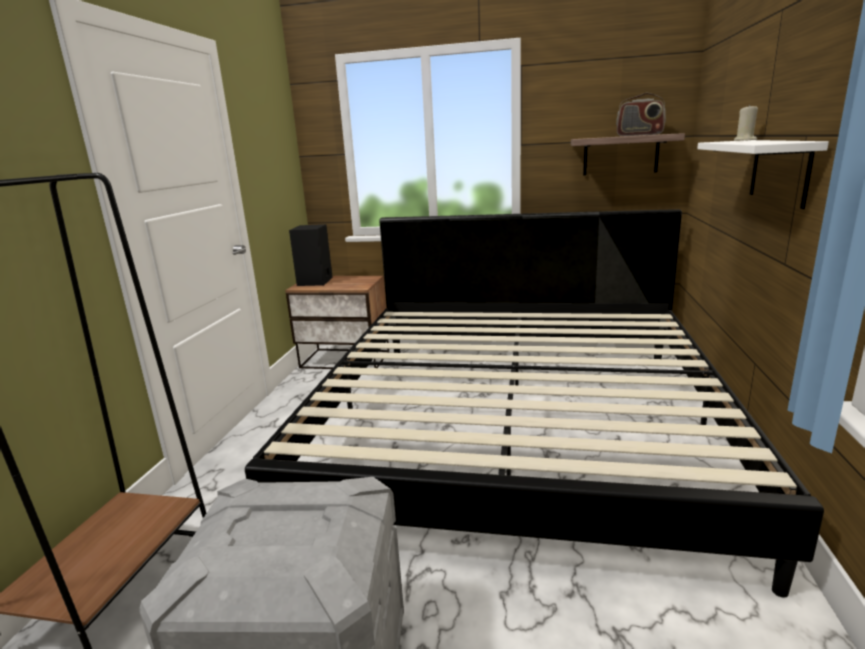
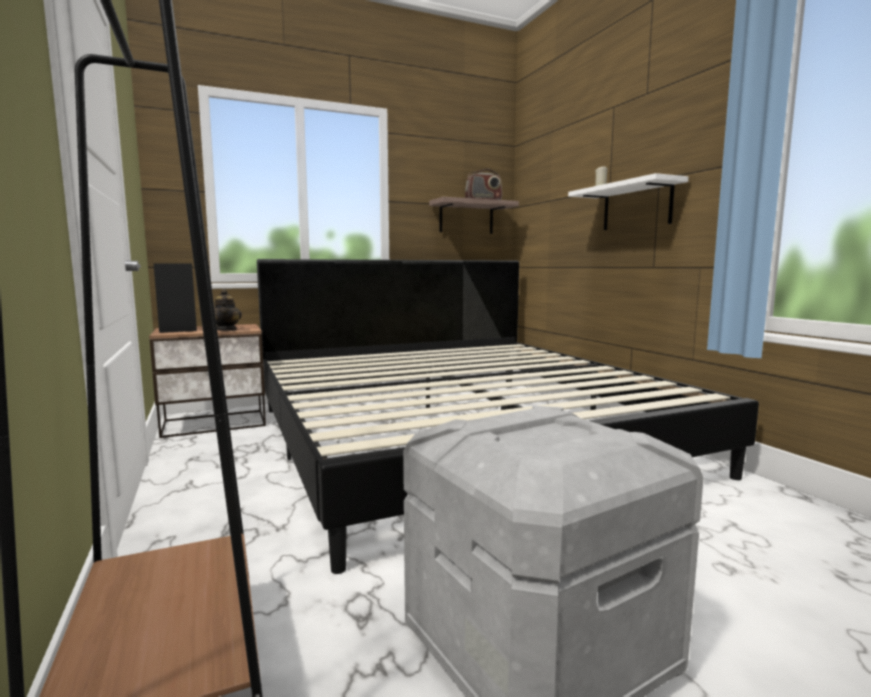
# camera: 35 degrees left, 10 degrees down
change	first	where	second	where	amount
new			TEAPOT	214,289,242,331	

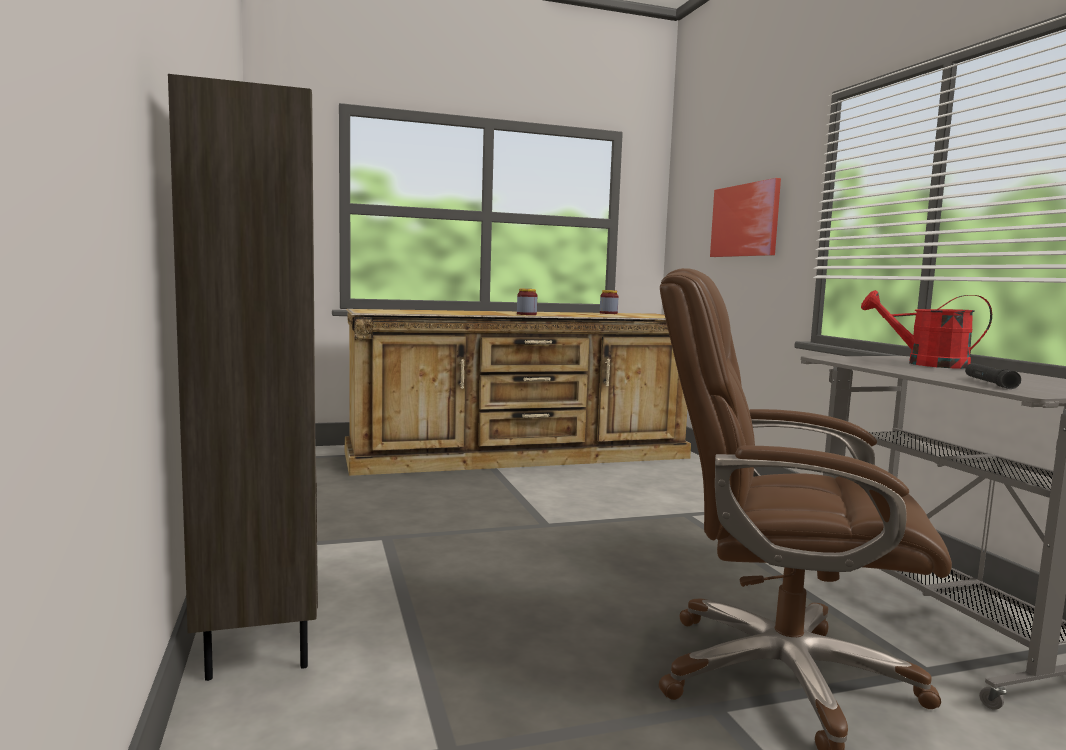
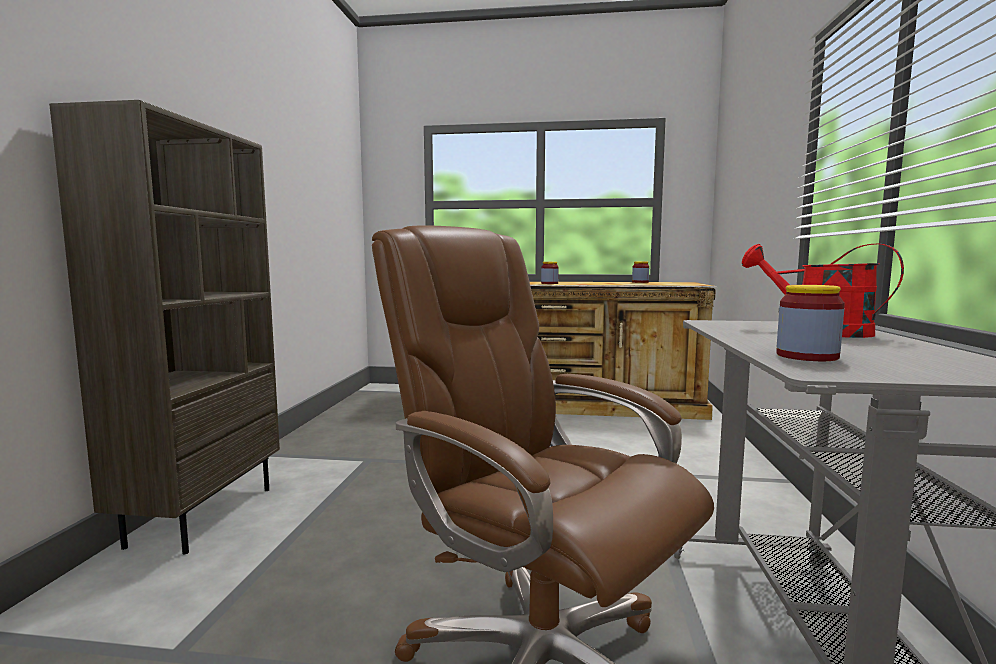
# camera: 25 degrees right, 0 degrees up
change	first	where	second	where	amount
gone	WALL ART	710,178,781,257			
swapped	BLACK-COLOURED HAND TORCH	965,363,1021,389	PRESERVE JAR	776,285,845,361	

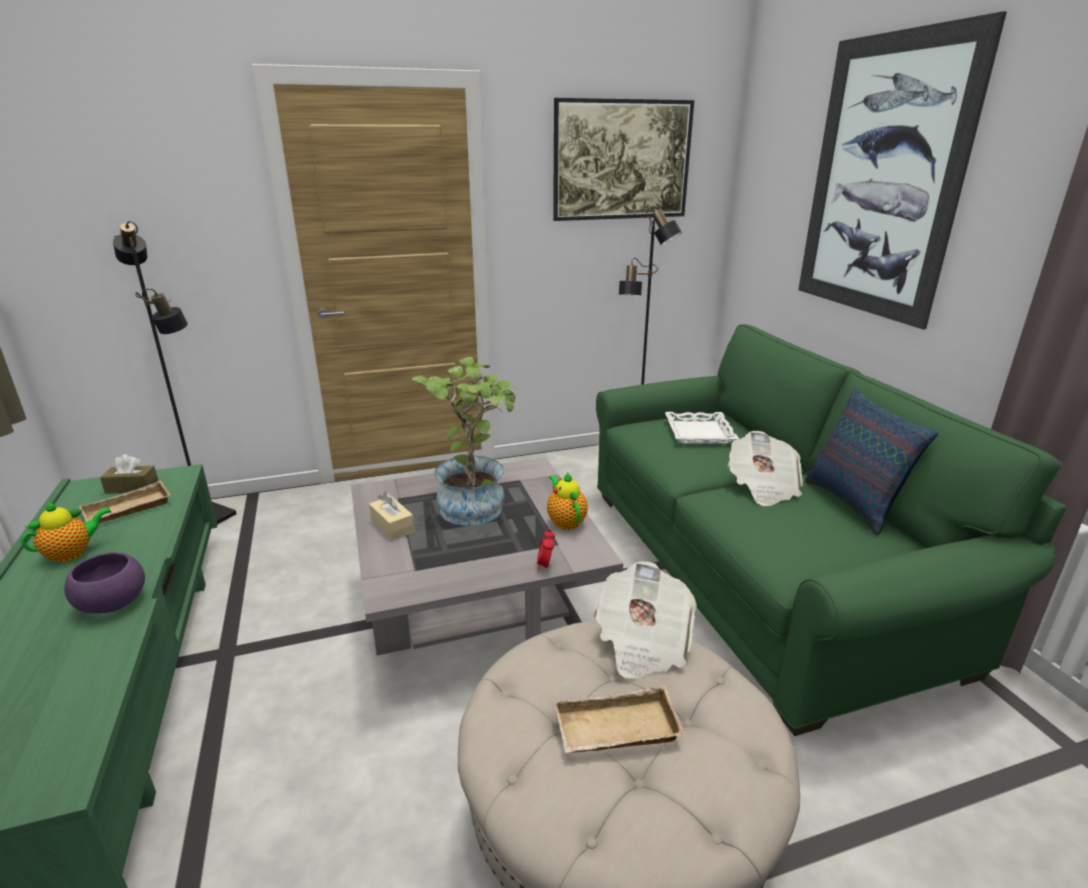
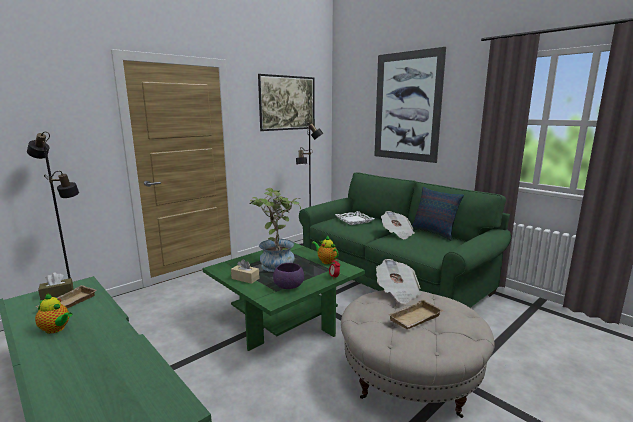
# camera: 25 degrees left, 10 degrees down
change	first	where	second	where	amount
rotated	TEAPOT	21,501,111,563		35,294,72,334	90 degrees clockwise
shifted	PURPLE BOWL	64,552,145,613		273,263,304,289	
repainted	GRAY LOUNGE TABLE	351,457,623,656	GREEN LOUNGE TABLE	202,243,365,351	

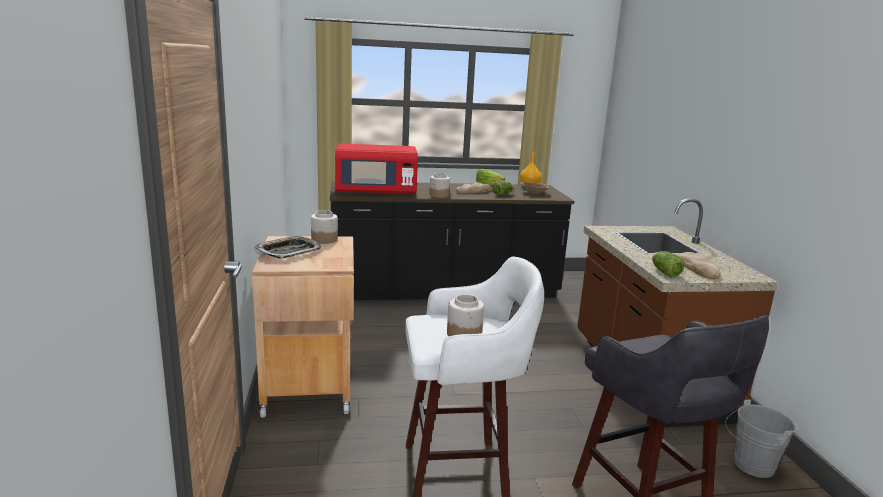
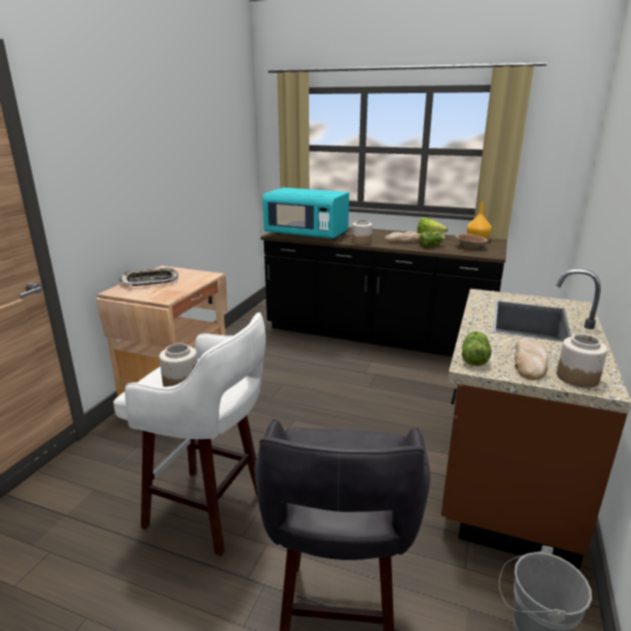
# camera: 30 degrees right, 5 degrees up
change	first	where	second	where	amount
shifted	PRESERVE JAR	311,210,338,244		557,334,608,387	
repainted	REDDISH MICROWAVE	335,143,418,196	BLUE-GREEN MICROWAVE	263,187,349,241	

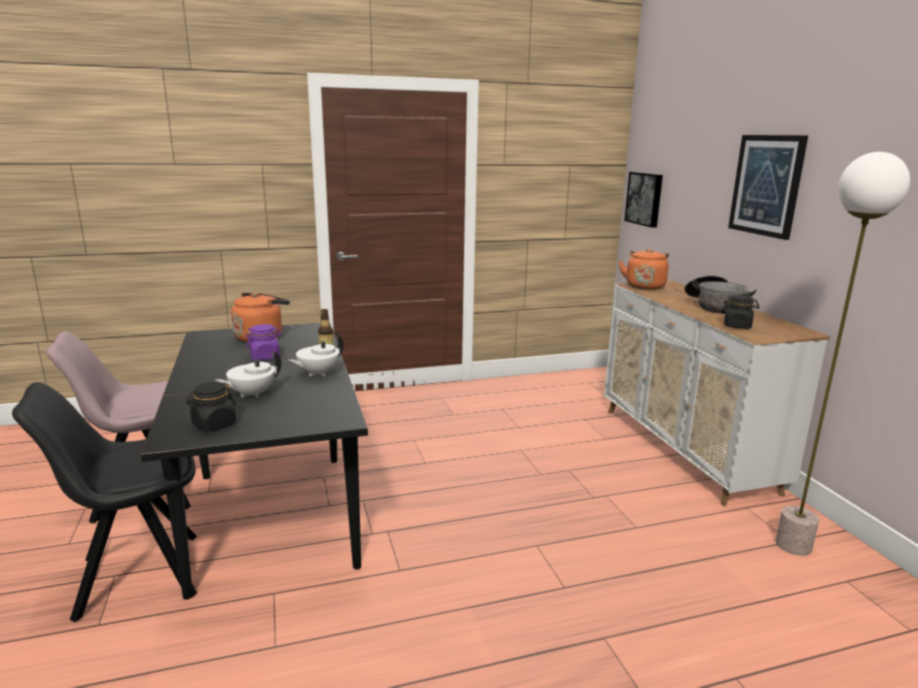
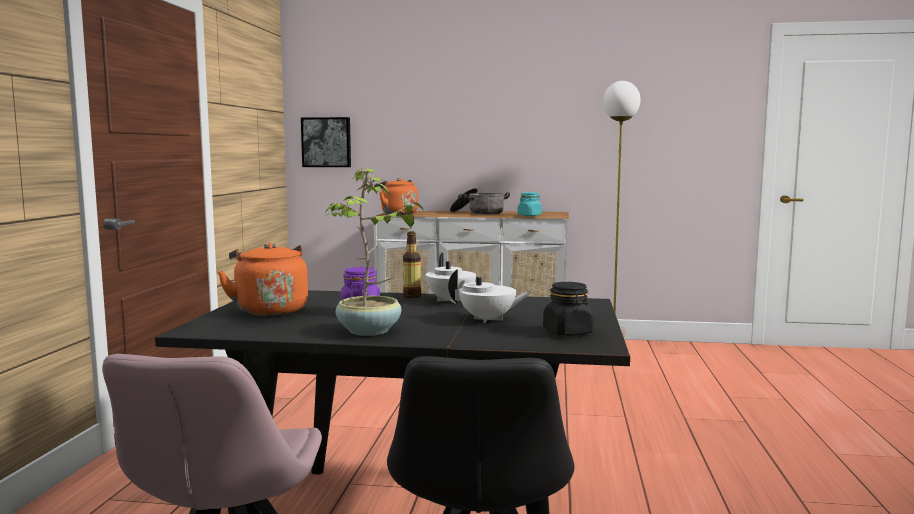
# camera: 65 degrees left, 10 degrees down
change	first	where	second	where	amount
rotated	WHITE-COLOURED TEAPOT	215,351,282,398		448,269,532,323	60 degrees counterclockwise
repainted	BLACK-COLOURED PRESERVE JAR	721,295,759,329	BLUE-GREEN PRESERVE JAR	518,192,542,216	
gone	WALL ART	728,135,808,240			
new			PLANT IN A POT	324,168,423,336	

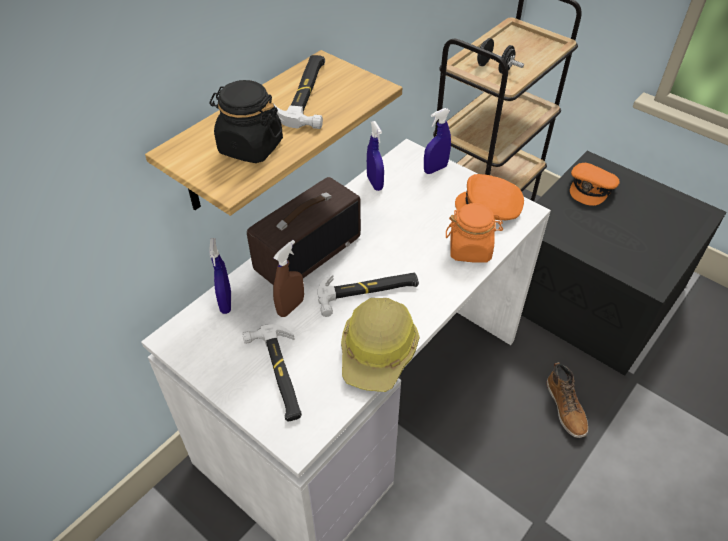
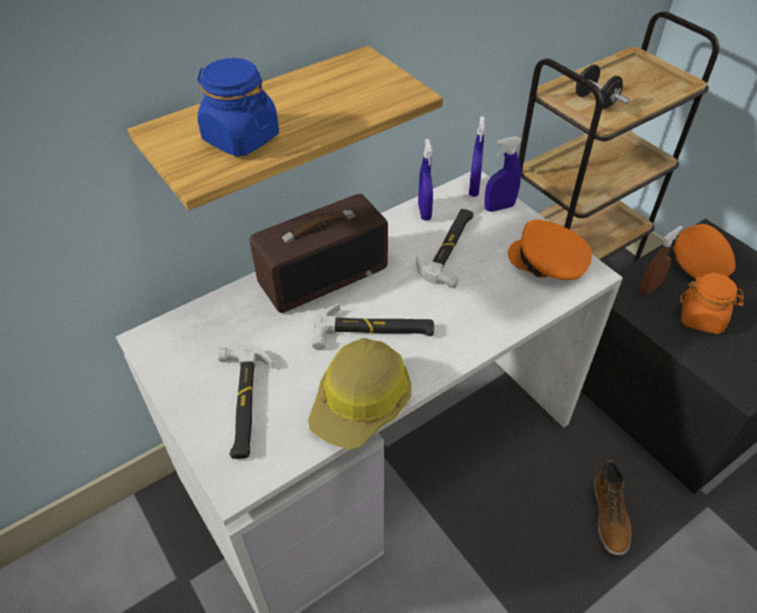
# camera: 15 degrees right, 0 degrees up
change	first	where	second	where	amount
repainted	BLACK-COLOURED PRESERVE JAR	209,80,283,163	BLUE PRESERVE JAR	198,58,279,156	
shifted	BLUE HAND SPRAYER	209,238,231,314		469,116,485,197	
shifted	BROWNISH HAND SPRAYER	273,240,304,317		639,226,683,295	
shifted	HAMMER	274,55,325,129		416,209,474,288	
shifted	ORANGE PRESERVE JAR	446,203,503,263		680,273,744,334	
rotated	ORANGE CAP	570,163,620,206		673,224,735,279	135 degrees clockwise

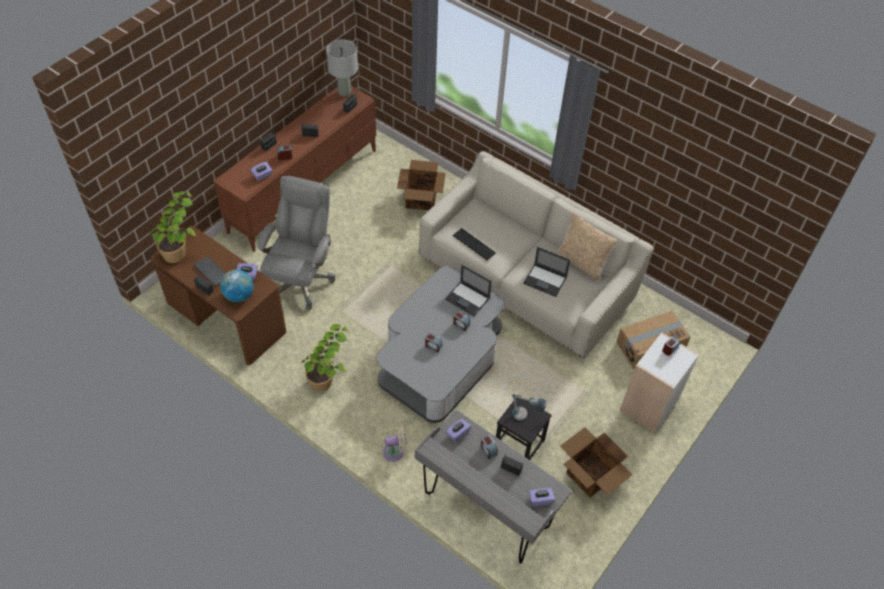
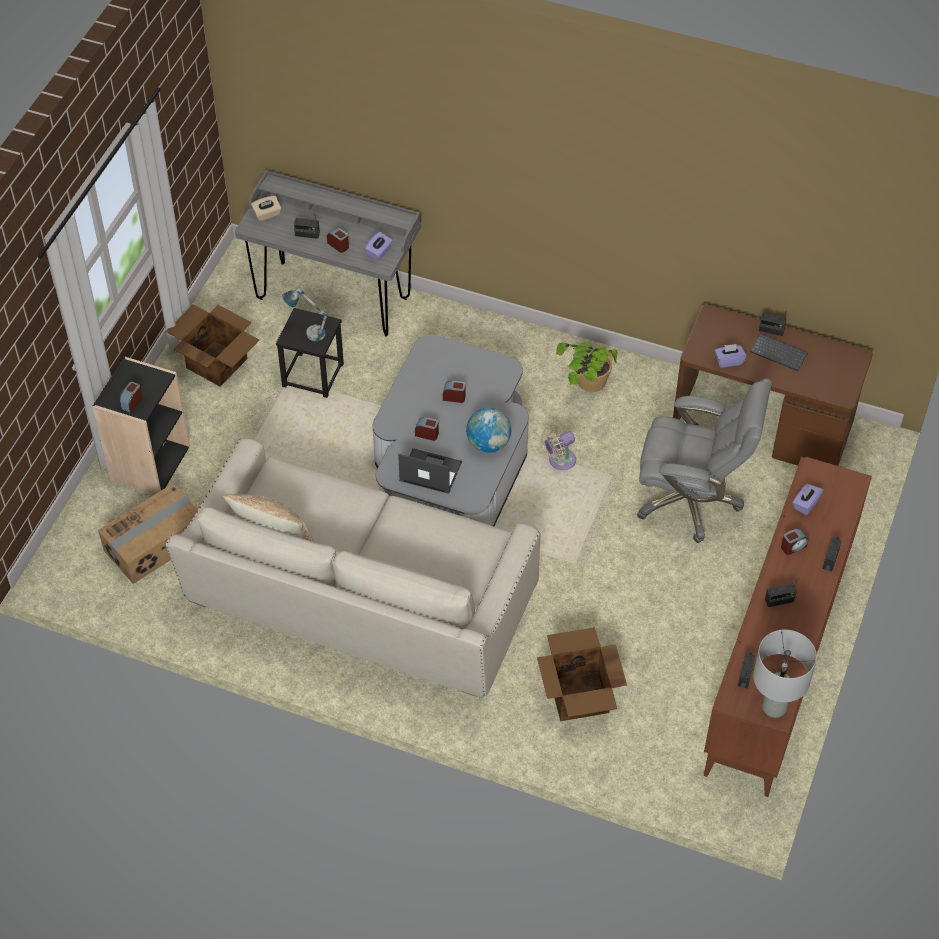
# camera: 165 degrees right, 0 degrees up
change	first	where	second	where	amount
gone	PLANT IN A POT	150,191,197,263			
shifted	WORLD GLOBE	220,269,254,302		466,408,511,453	
rotated	GRAY COMPUTER CHAIR	258,176,335,310		637,379,772,543	75 degrees counterclockwise
shifted	BEIGE ELECTRIC FAN	383,426,408,462		541,428,576,470	
gone	COMPUTER KEYBOARD	453,228,496,260			
gone	PORTABLE COMPUTER	523,247,570,297			
repainted	PURPLE TISSUE HOLDER	529,488,555,506	BEIGE TISSUE HOLDER	251,196,281,221	
repainted	WHITE-COLOURED SHELVING UNIT	619,332,699,433	BLACK-COLOURED SHELVING UNIT	92,356,190,494	

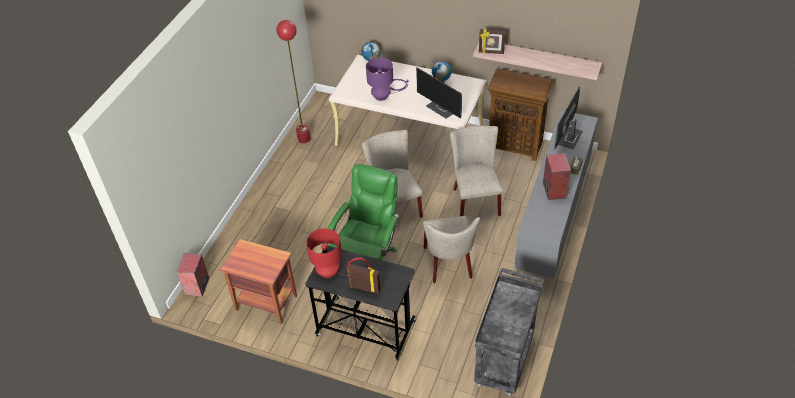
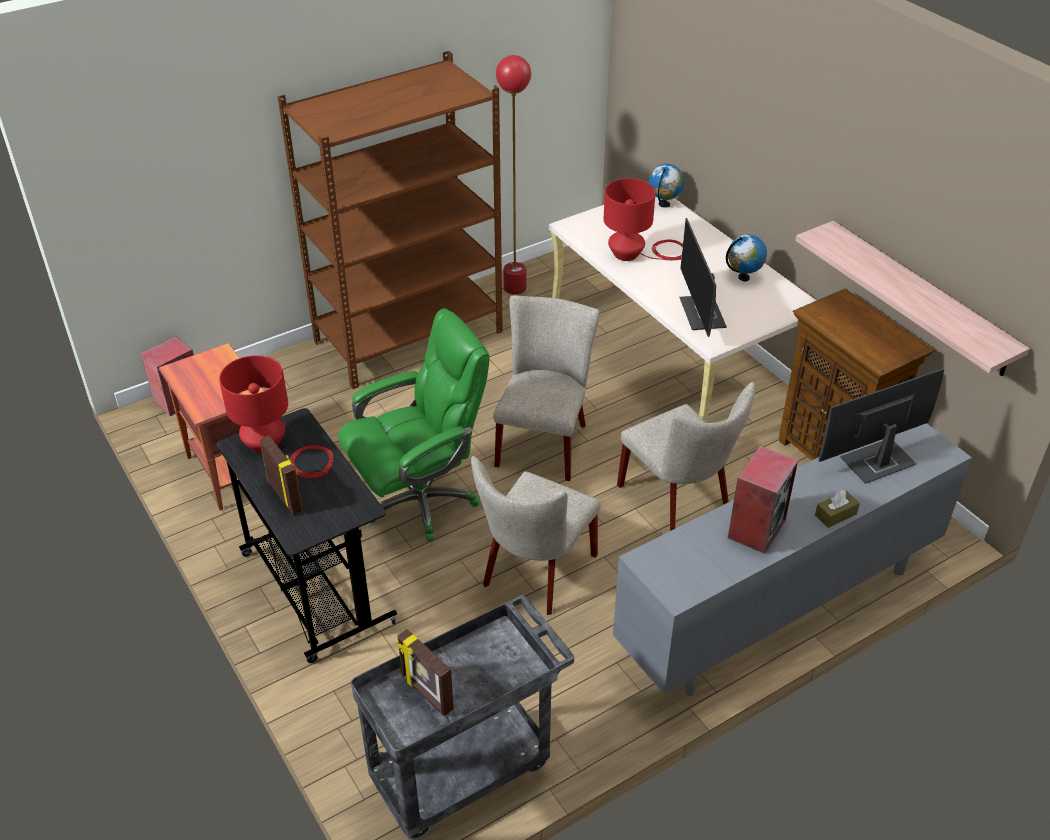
# camera: 35 degrees right, 5 degrees down
change	first	where	second	where	amount
repainted	PURPLE TABLE LAMP	366,57,408,101	REDDISH TABLE LAMP	604,178,683,261	
rotated	BEIGE CHAIR	450,126,503,216		617,382,755,531	120 degrees clockwise
shifted	STANDING FRAME	479,29,506,54		396,629,454,716	
new			BROWNISH SHELVING UNIT	278,51,503,389	

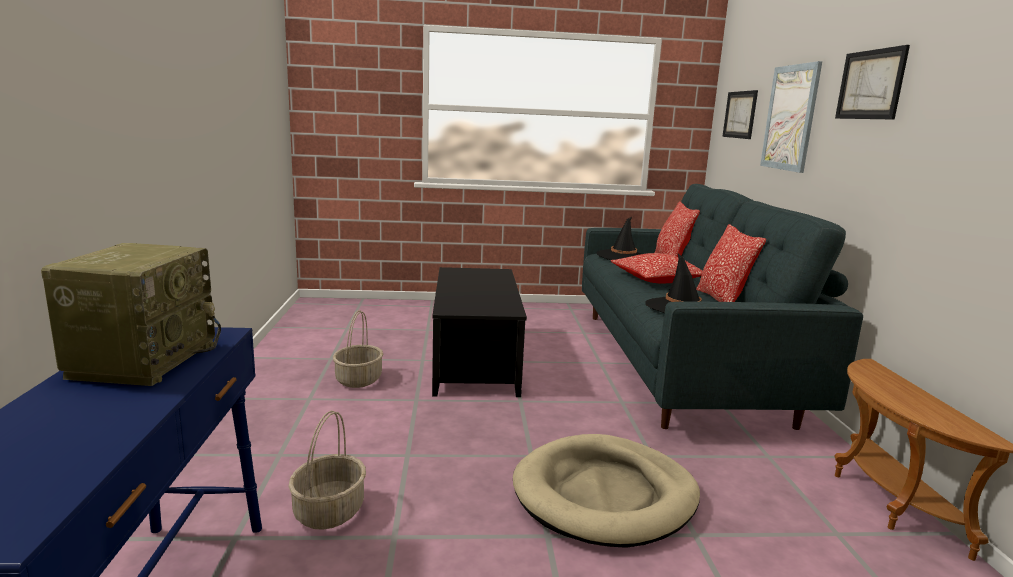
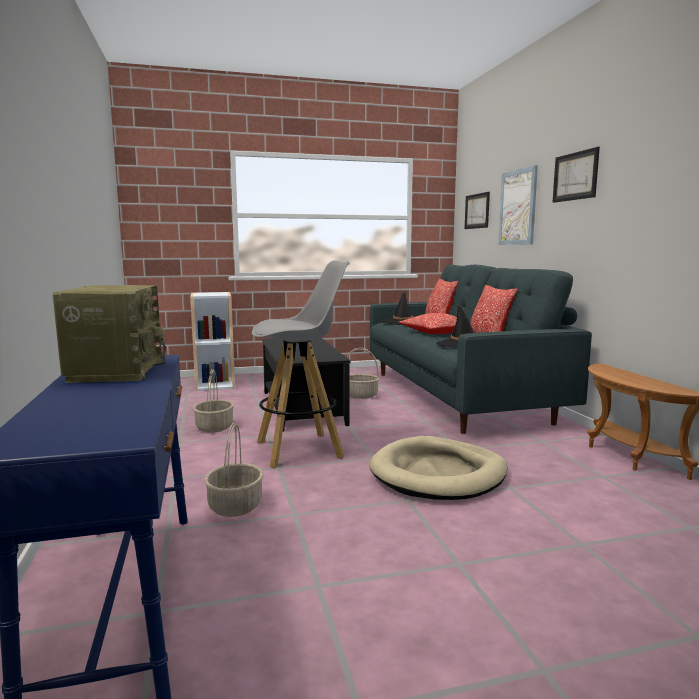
# camera: 10 degrees left, 5 degrees down
change	first	where	second	where	amount
new			SHELVING UNIT	190,292,235,391	
new			GRAY SITTING STOOL	252,260,350,468	
new			STORAGE BASKET	347,348,379,399	

